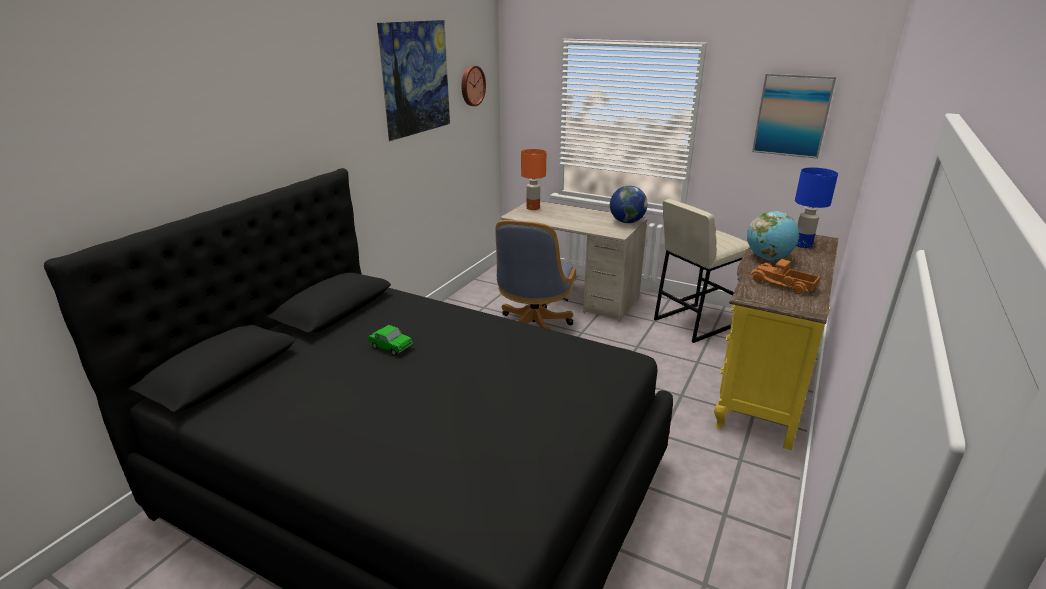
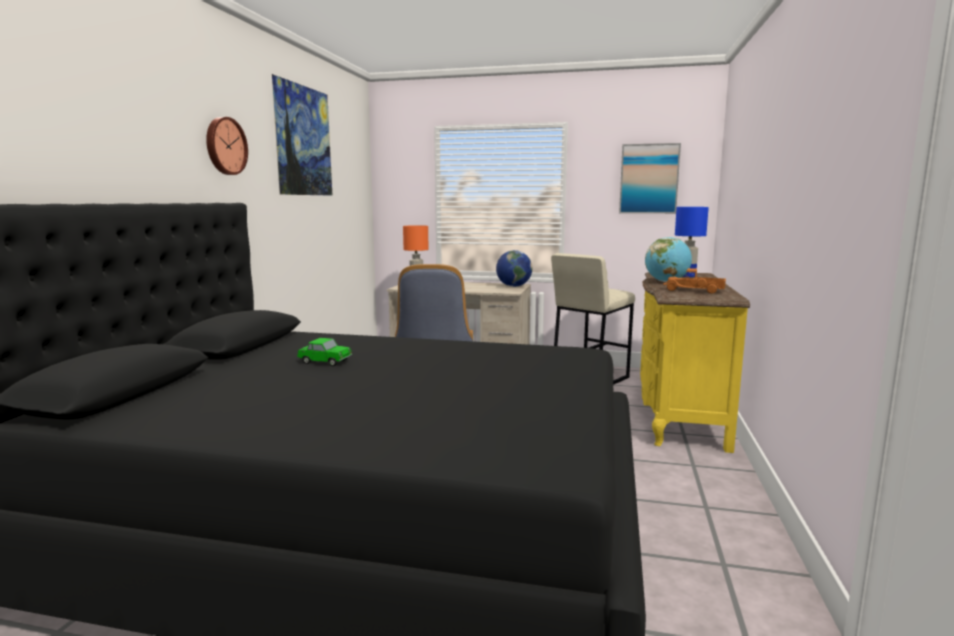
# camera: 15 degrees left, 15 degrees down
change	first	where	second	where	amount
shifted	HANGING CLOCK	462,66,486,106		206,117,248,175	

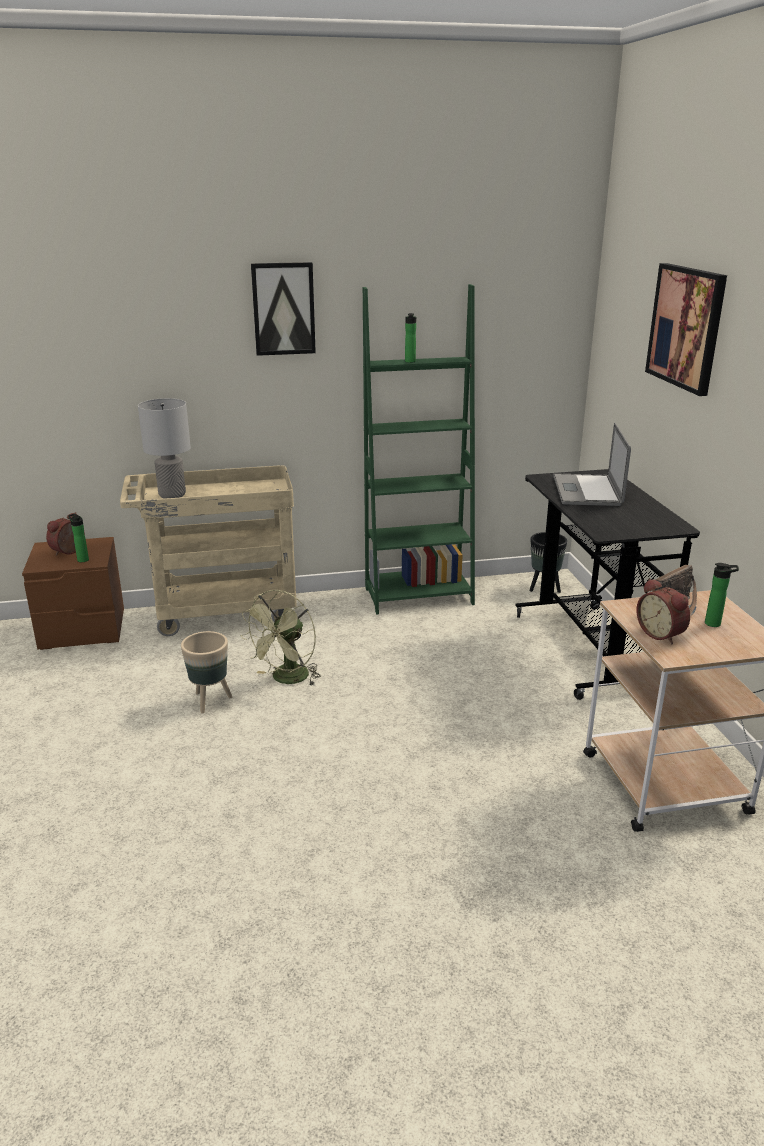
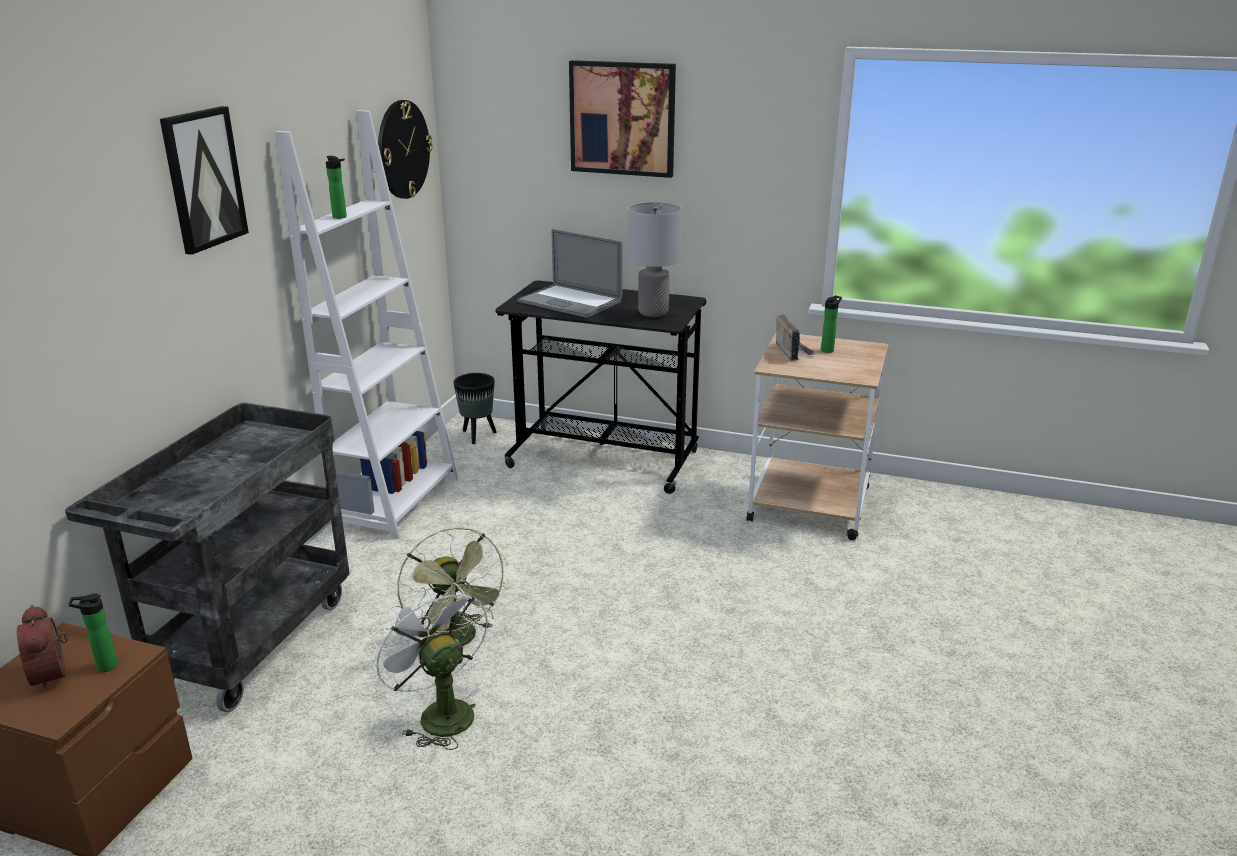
# camera: 60 degrees left, 0 degrees up
change	first	where	second	where	amount
repainted	BEIGE WHEELED CART	120,465,297,636	BLACK-COLOURED WHEELED CART	65,403,350,712	
shifted	GRAY TABLE LAMP	138,398,191,499		628,202,682,317	
swapped	BEIGE FLOWER POT	181,631,232,714	WHITE-COLOURED ELECTRIC FAN	370,583,488,750	
repainted	GREEN SHELVING UNIT	363,284,475,615	WHITE-COLOURED SHELVING UNIT	275,110,458,539	
gone	TABLE CLOCK	637,578,690,644			
new			HANGING CLOCK	378,100,432,199	

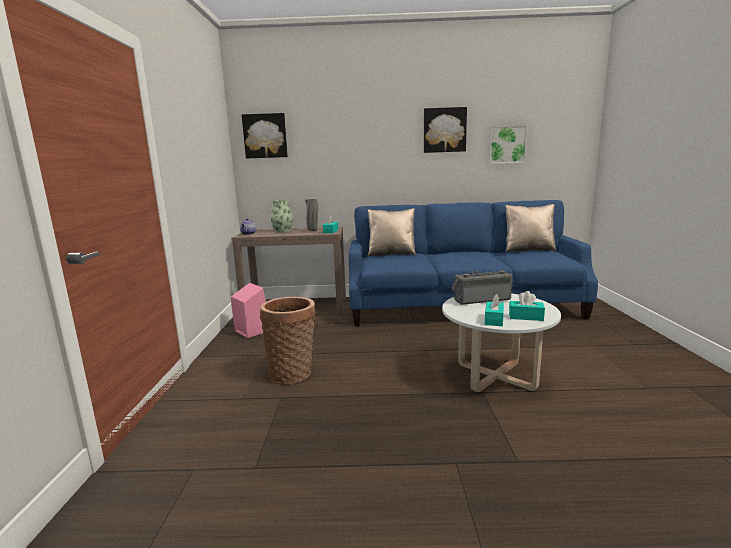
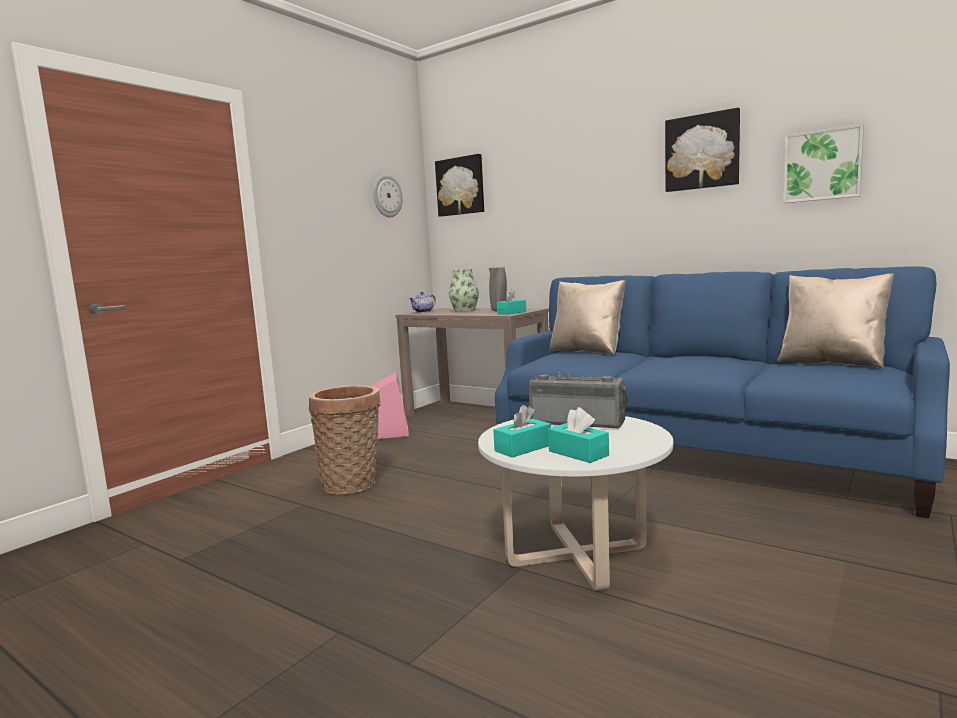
# camera: 35 degrees right, 5 degrees down
change	first	where	second	where	amount
new			HANGING CLOCK	373,174,403,218	

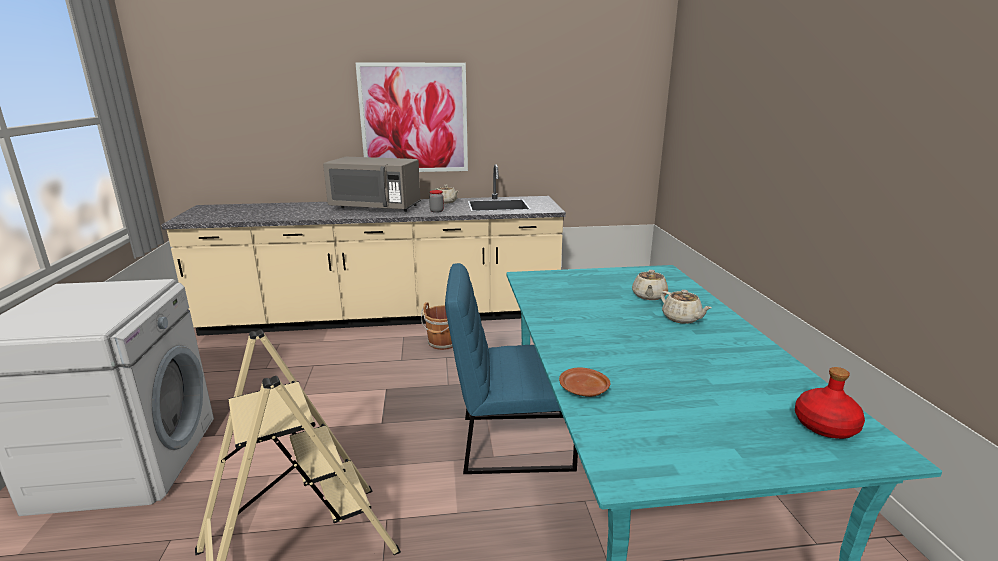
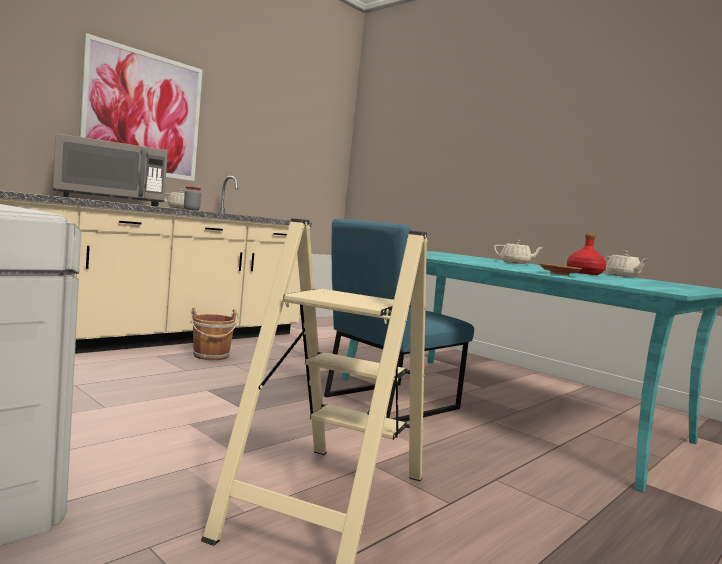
# camera: 40 degrees left, 15 degrees down
change	first	where	second	where	amount
shifted	BEIGE TEAPOT	632,270,668,300		605,251,648,277	
shifted	REDDISH BOTTLE	795,367,865,439		567,234,606,275	

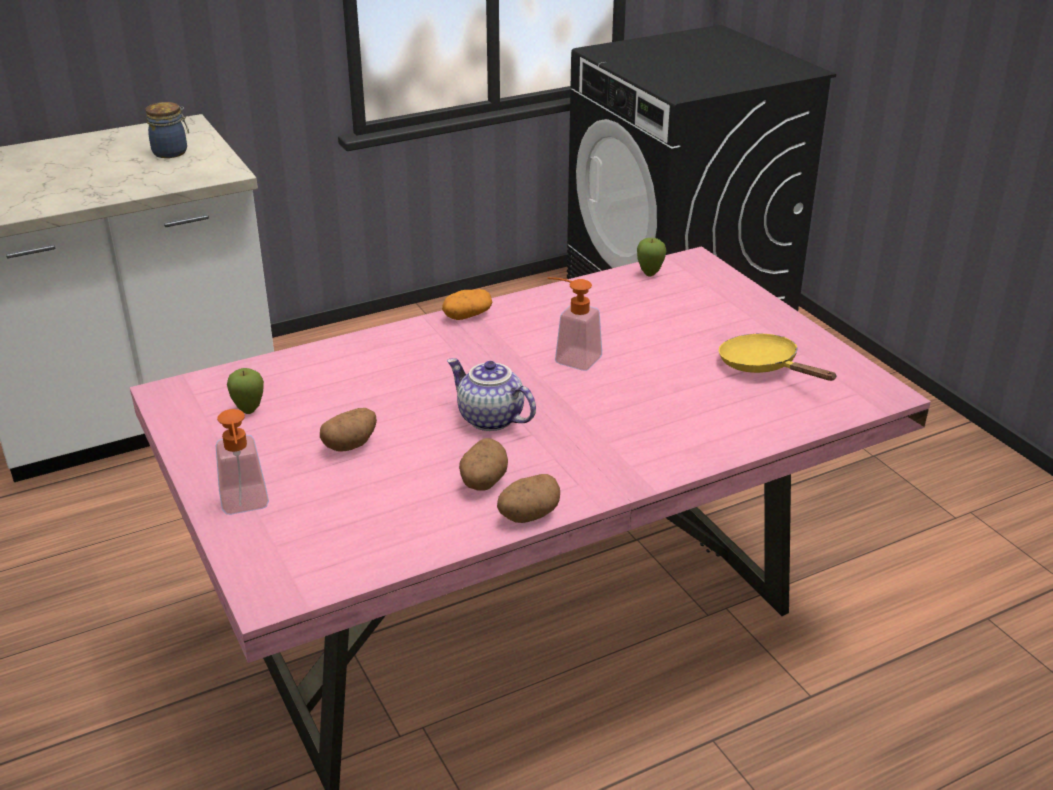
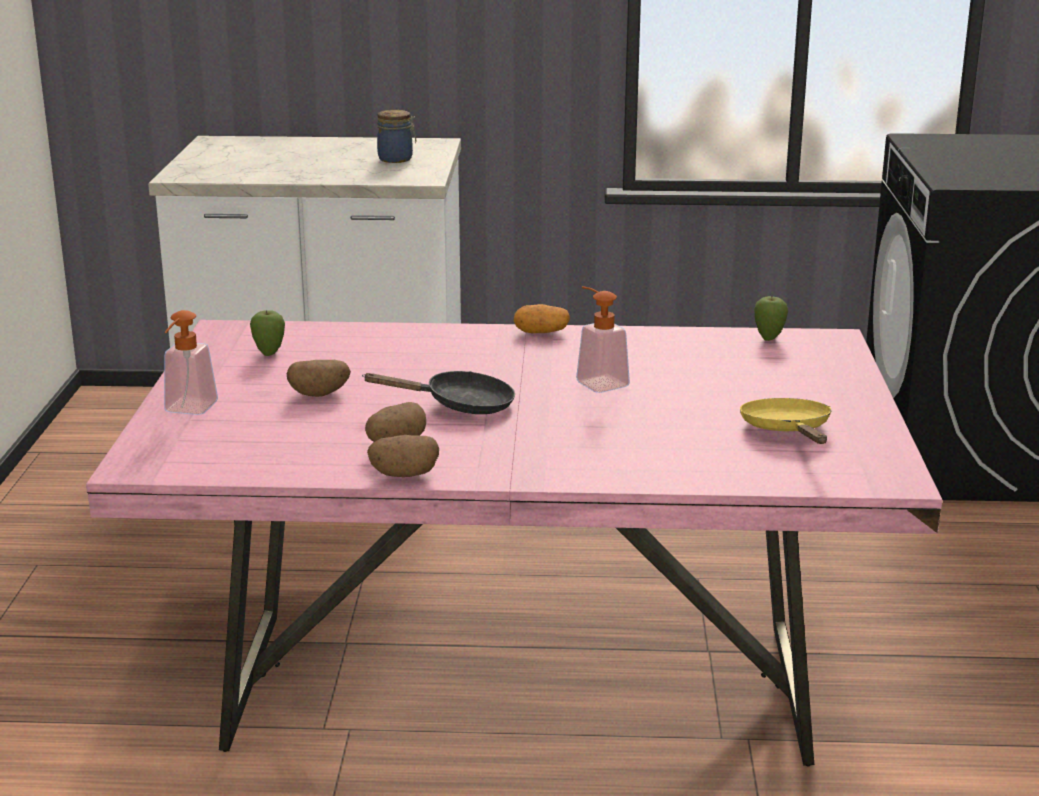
# camera: 30 degrees right, 10 degrees down
change	first	where	second	where	amount
swapped	TEAPOT	447,358,536,431	BLACK-COLOURED SKILLET	362,371,515,414	

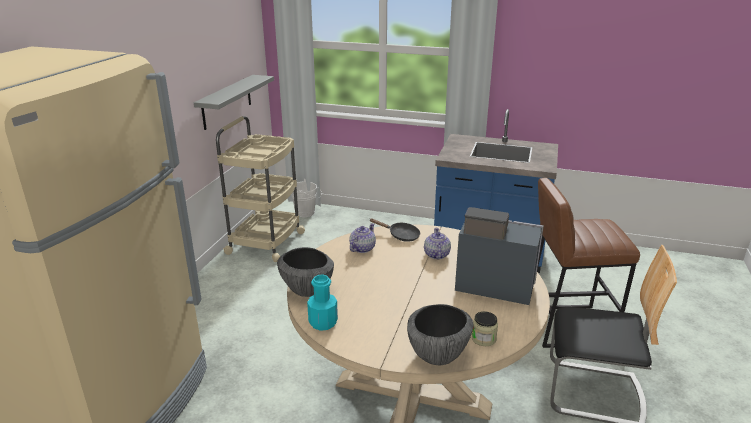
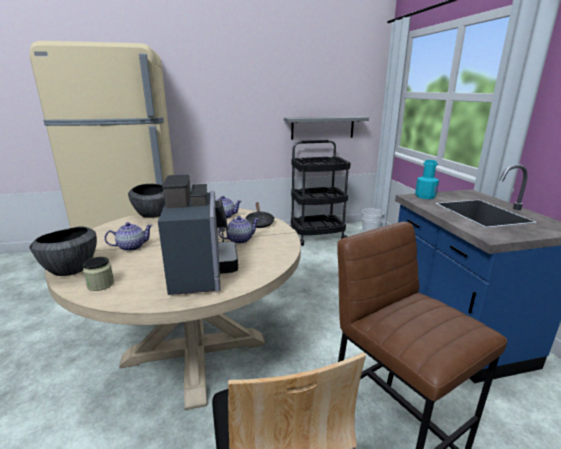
# camera: 60 degrees right, 5 degrees down
change	first	where	second	where	amount
repainted	BEIGE WHEELED CART	216,116,305,262	BLACK-COLOURED WHEELED CART	290,140,351,246	
shifted	BLUE-GREEN BOTTLE	307,275,338,331		415,160,439,199	
new			TEAPOT	104,222,153,251	

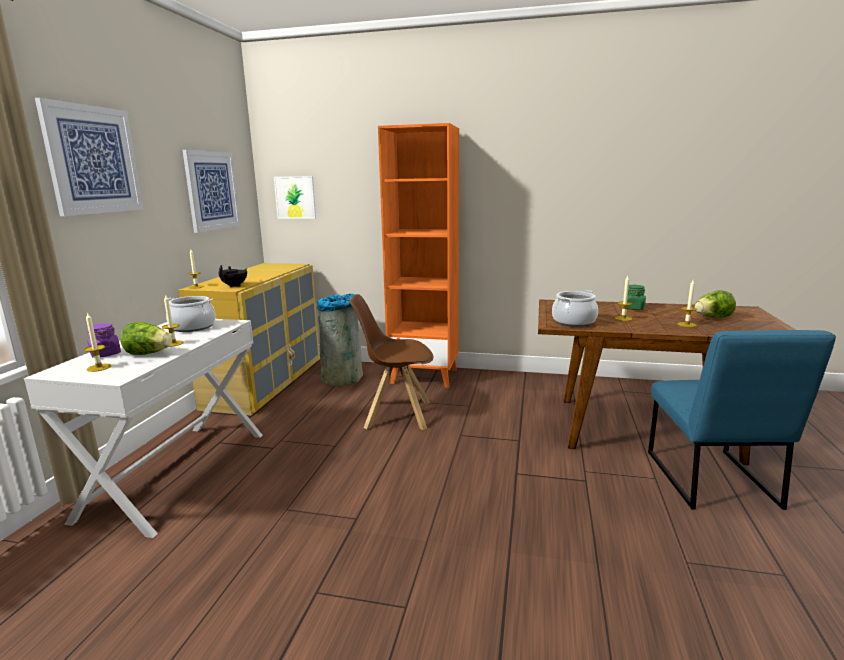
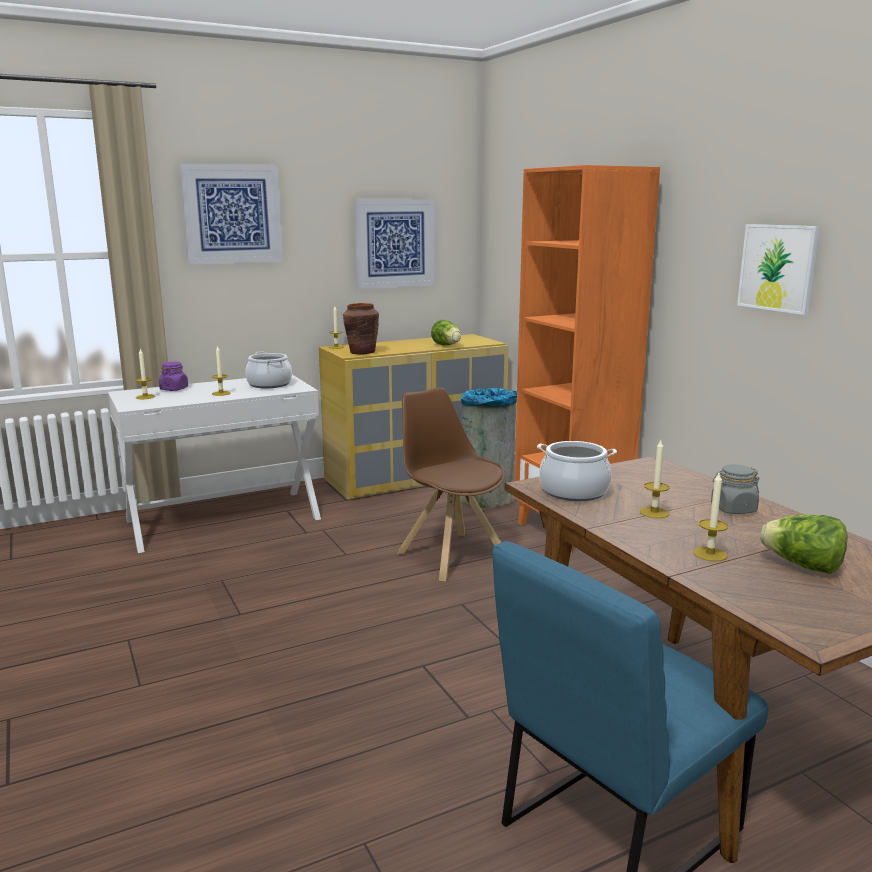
# camera: 50 degrees right, 0 degrees up
change	first	where	second	where	amount
shifted	LETTUCE HEAD	120,322,172,355		431,320,461,346	
swapped	BLACK-COLOURED TEAPOT	218,265,247,287	BROWNISH FLOWER VASE	343,303,379,355	
shifted	WALL ART	274,176,316,219		737,224,820,315	
repainted	GREEN PRESERVE JAR	627,285,646,310	GRAY PRESERVE JAR	711,464,759,514	

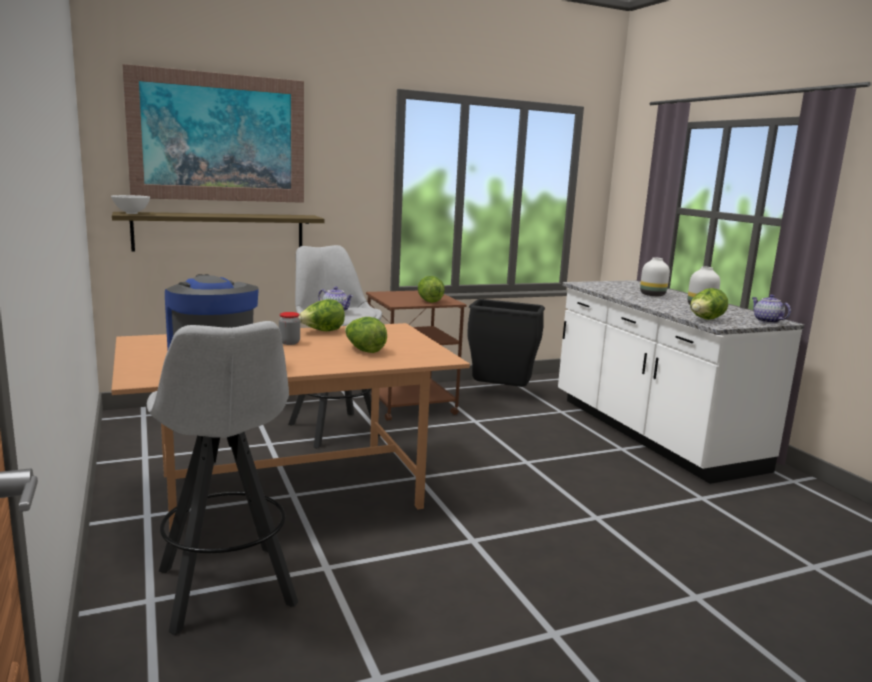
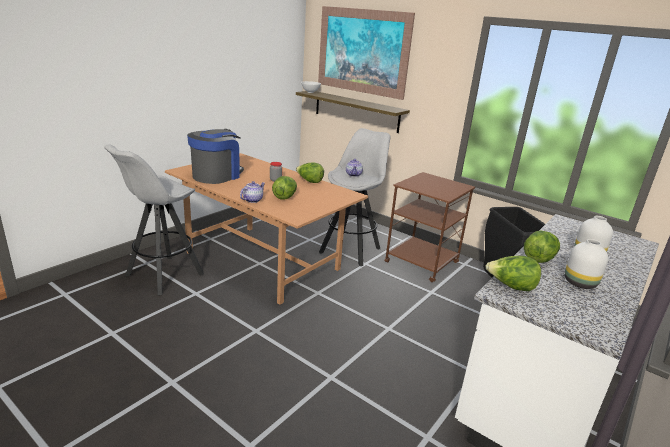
# camera: 60 degrees right, 10 degrees up
change	first	where	second	where	amount
shifted	LETTUCE HEAD	418,276,445,303		524,231,560,263	
shifted	TEAPOT	751,294,791,323		240,181,265,203	

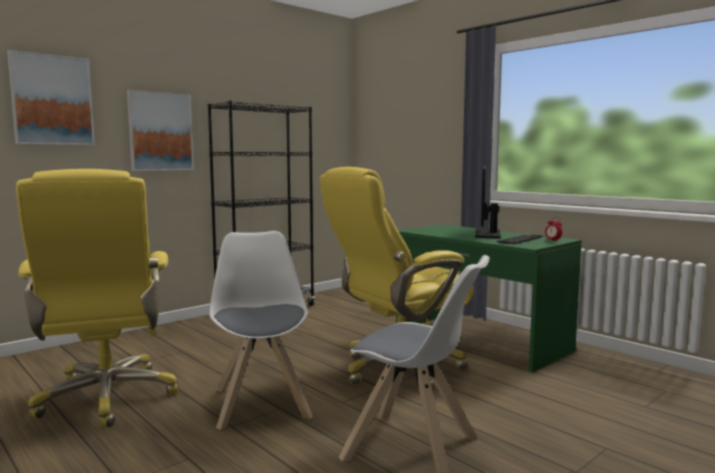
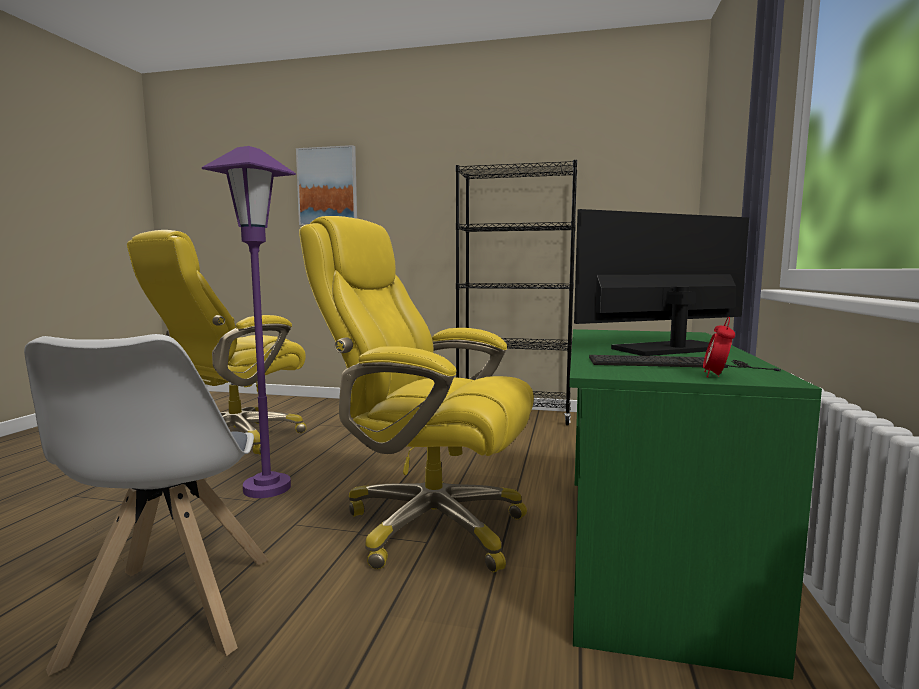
# camera: 55 degrees right, 0 degrees up
change	first	where	second	where	amount
gone	WALL ART	127,90,194,171			
swapped	CHAIR	209,231,313,430	PURPLE STANDING LAMP	202,146,296,498	

